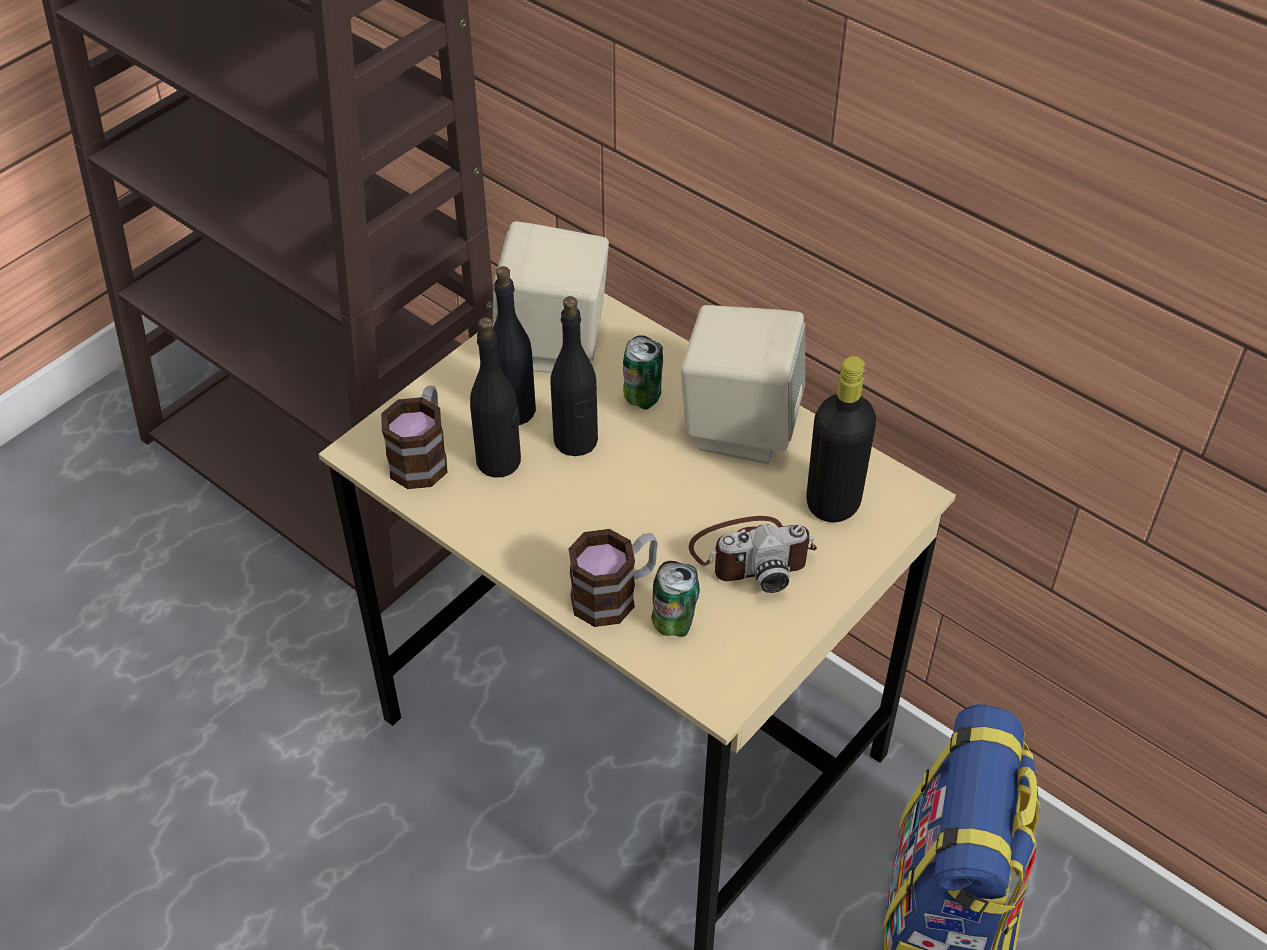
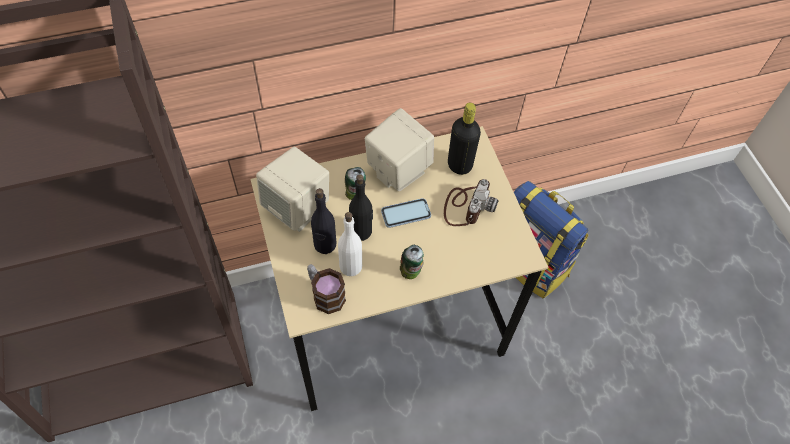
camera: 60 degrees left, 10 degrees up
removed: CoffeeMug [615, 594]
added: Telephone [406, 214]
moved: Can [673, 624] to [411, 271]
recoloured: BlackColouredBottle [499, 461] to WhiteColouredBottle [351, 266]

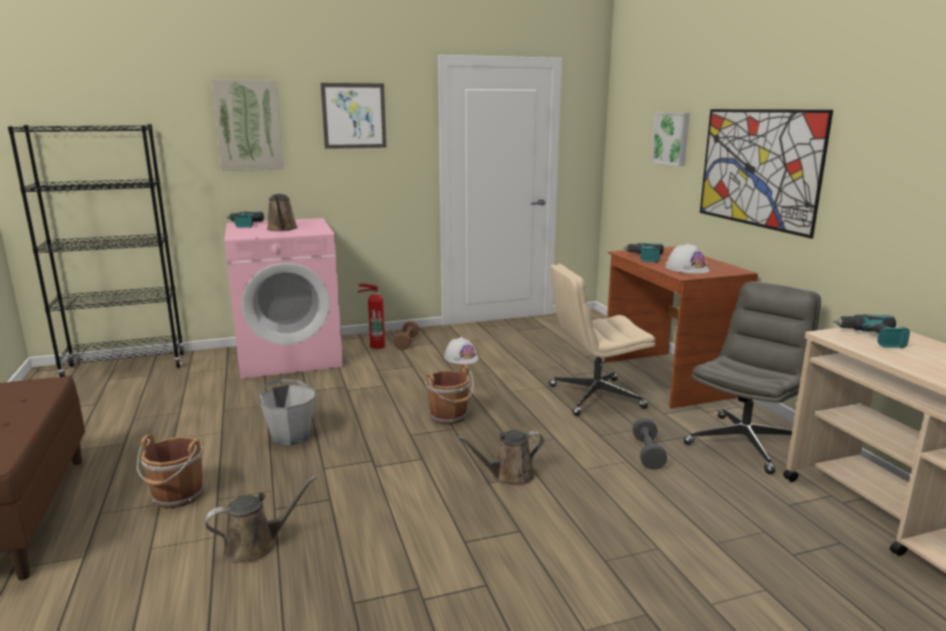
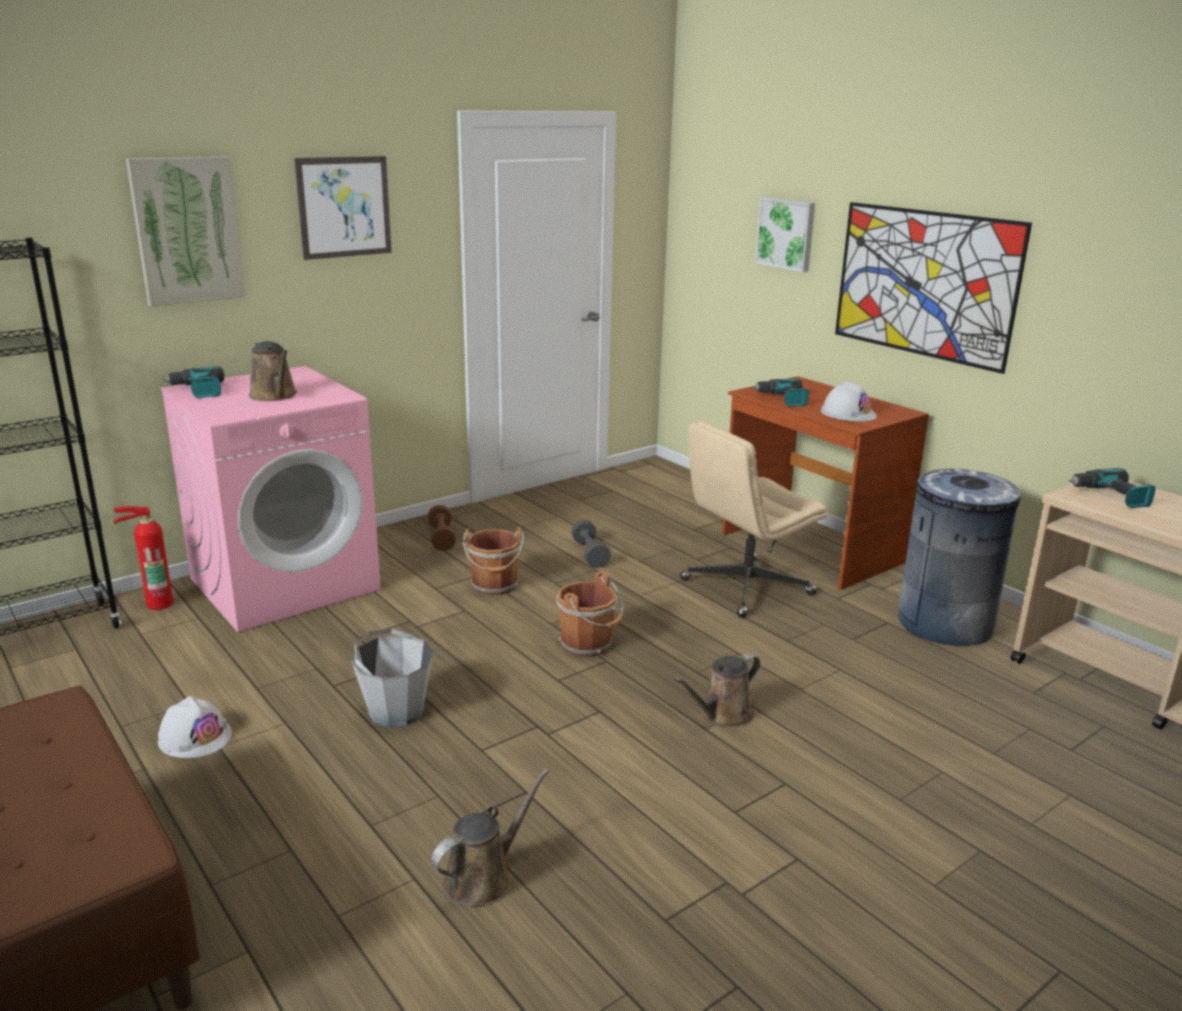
camera: 20 degrees left, 5 degrees up
moved: FireExtinguisher [376, 346] to [157, 603]; WhiteColouredSafetyHelmet [461, 357] to [195, 737]; BrownColouredBucket [177, 496] to [495, 586]; GrayHandWeight [648, 453] to [590, 554]
replaced: GrayOfficeChair [743, 443] to GrayTrashCan [944, 623]

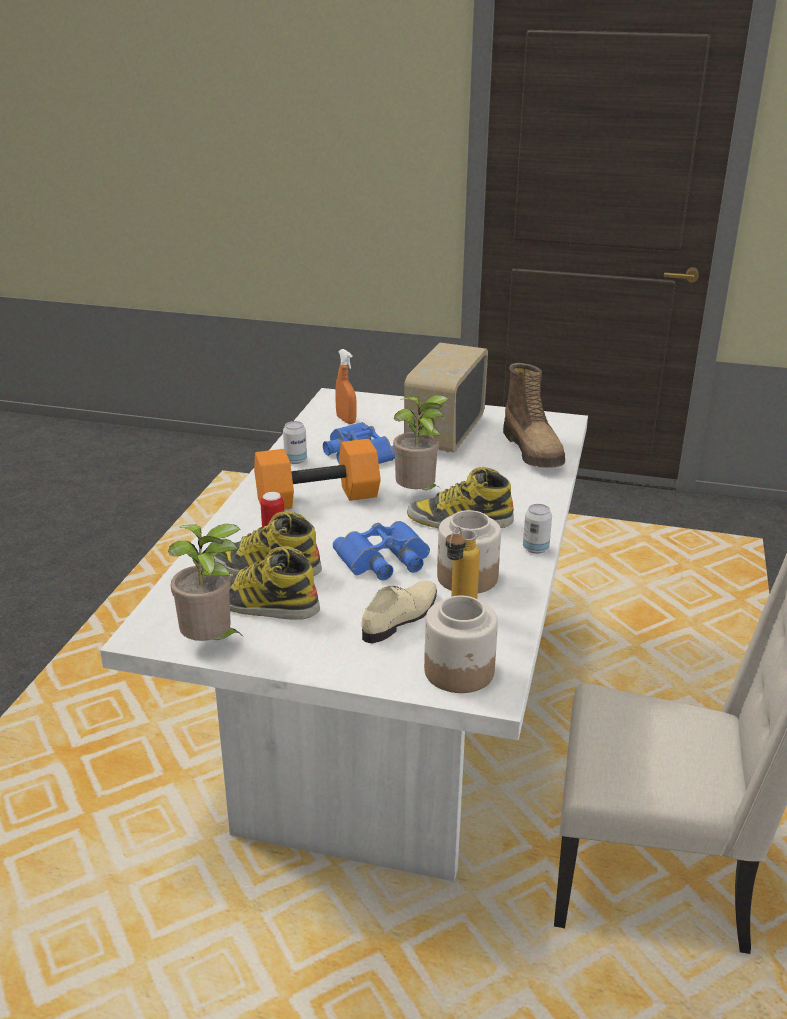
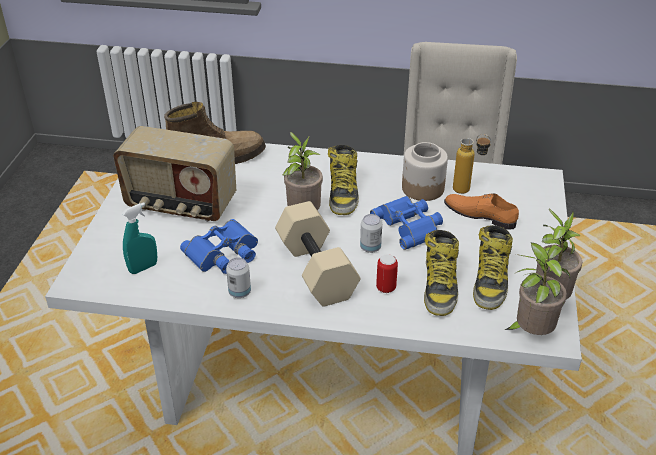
camera: 95 degrees left, 10 degrees up
removed: Jar [460, 672]
added: Houseplant [530, 332]
moved: Can [535, 548] to [370, 248]
recoloured: OrangeColouredSprayer [346, 420] to TurquoiseSprayer [143, 268]; OrangeColouredHandWeight [316, 499] to BeigeColouredHandWeight [318, 270]; BeigeColouredShoe [401, 616] to OrangeColouredShoe [480, 214]

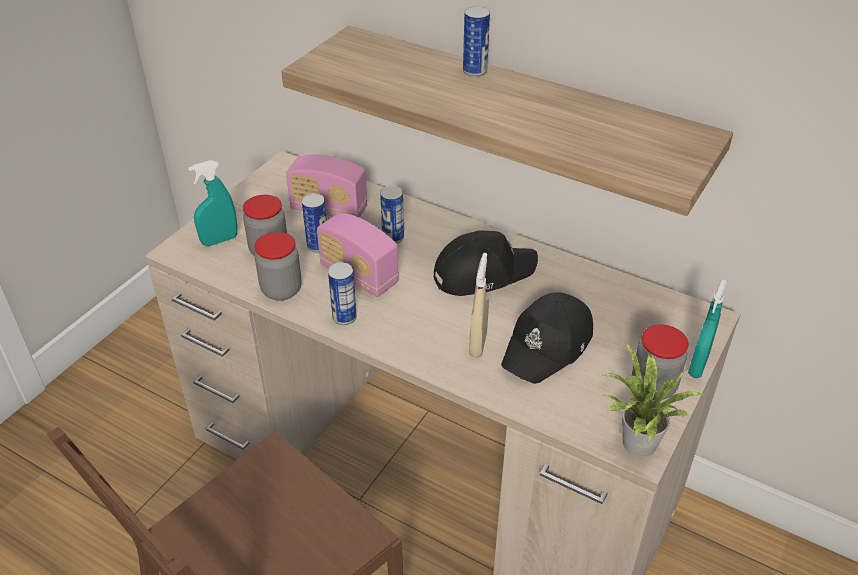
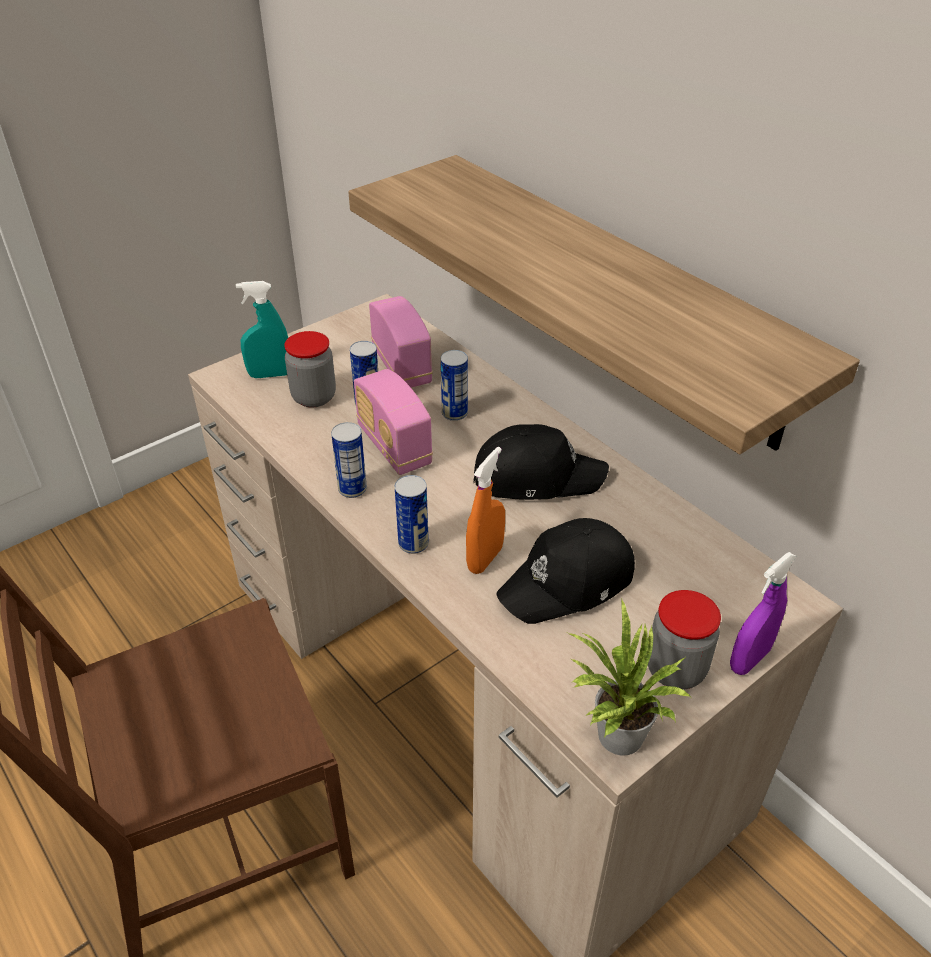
camera: 20 degrees right, 0 degrees up
removed: Jar [281, 290]
moved: Can [475, 71] to [413, 543]
recoloured: BeigeColouredSprayer [478, 344] to OrangeColouredSprayer [485, 559]; TurquoiseSprayer [698, 366] to PurplishSprayer [749, 659]
turned: RadioSet [329, 209] = [402, 366] 150 degrees counterclockwise

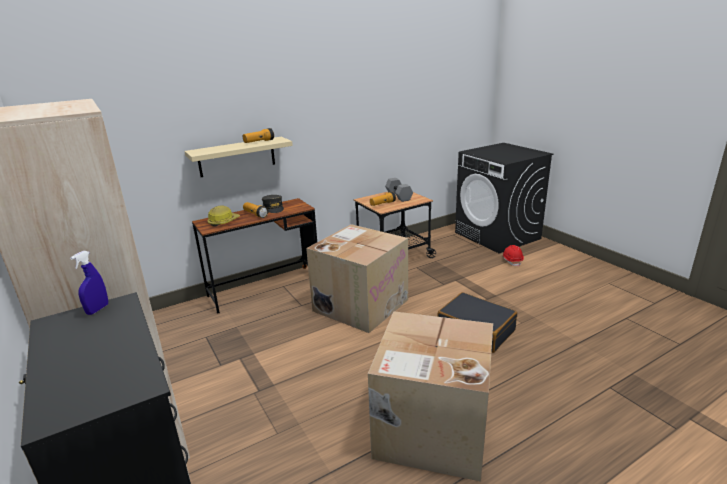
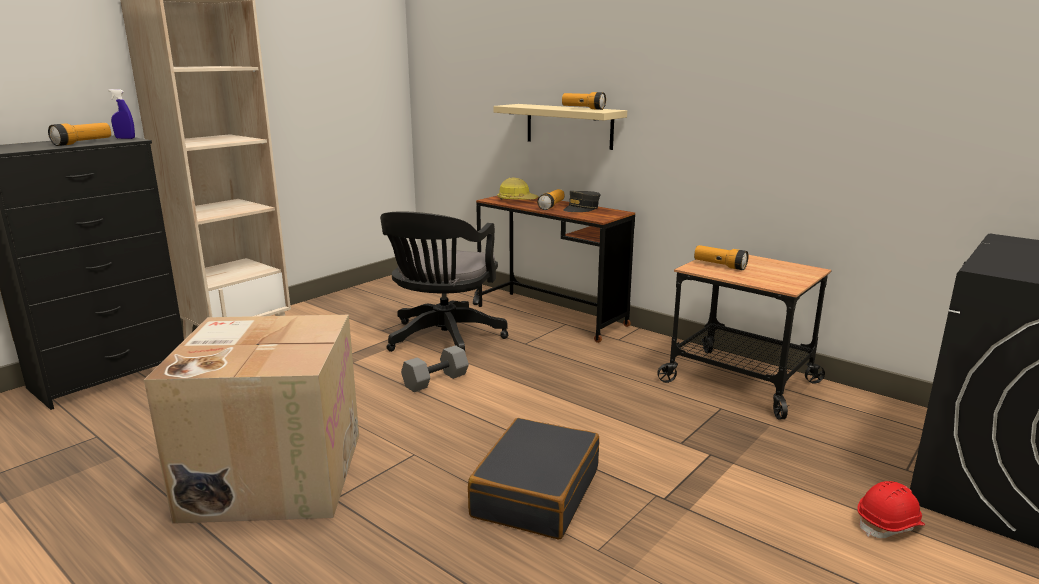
camera: 70 degrees right, 5 degrees down
removed: Carton [360, 304]
added: Torch [83, 143]; BlackColouredOfficeChair [443, 340]
moved: GrayHandWeight [399, 196] to [435, 381]

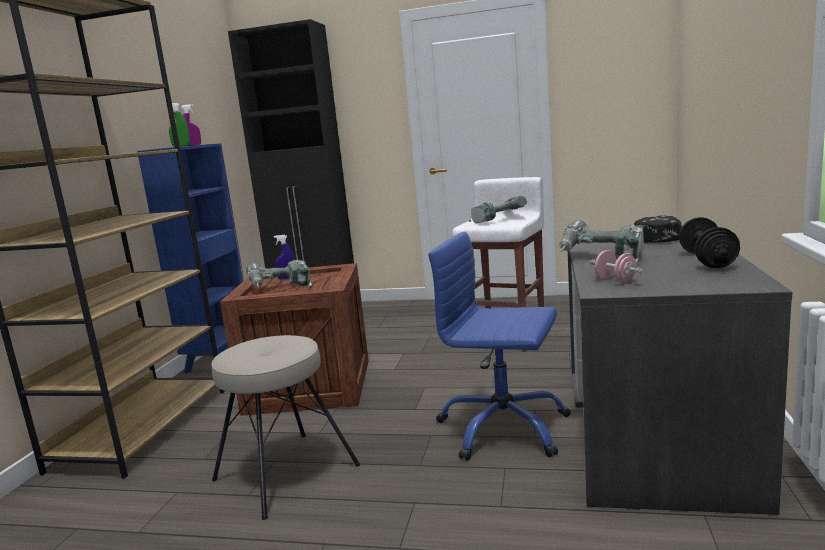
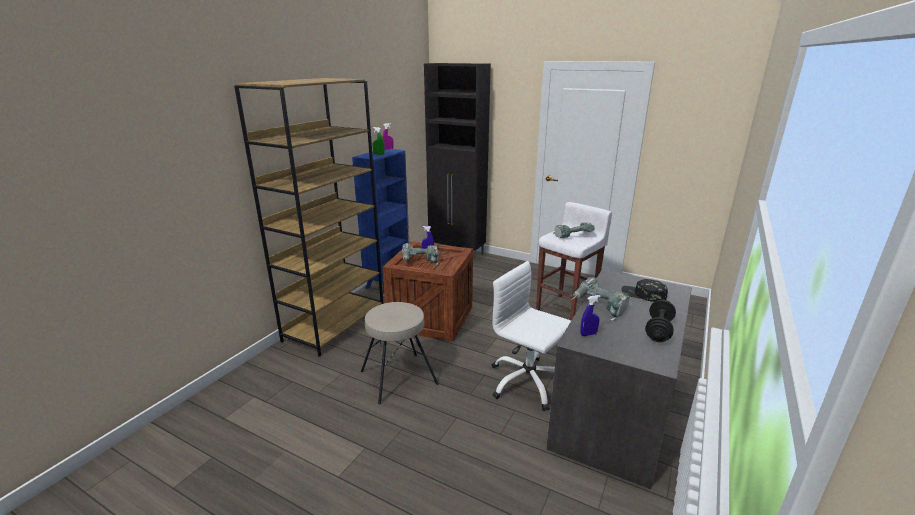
camera: 15 degrees right, 10 degrees up
replaced: PinkishHandWeight [615, 280] to BluishSprayer [588, 334]
recoloured: BluishOfficeChair [503, 428] to WhiteColouredOfficeChair [527, 382]

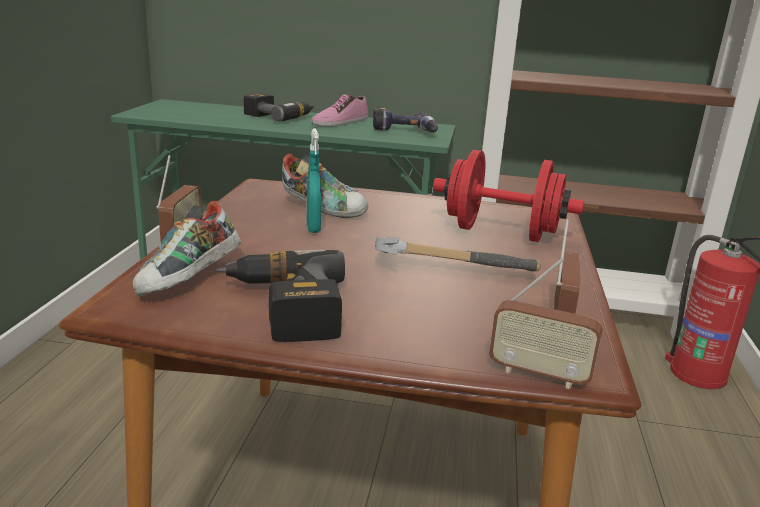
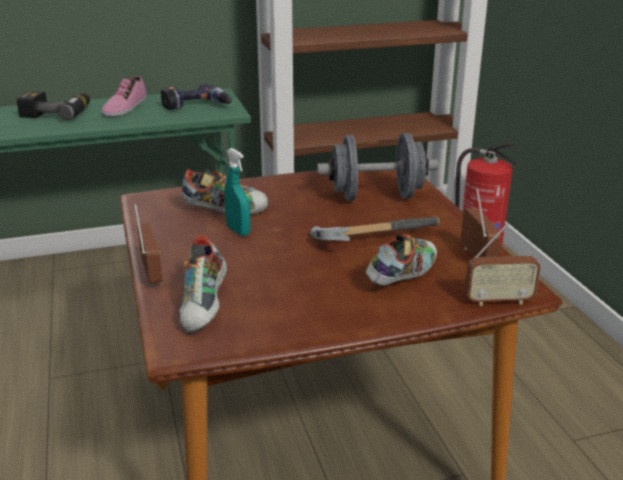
camera: 25 degrees left, 5 degrees up
removed: ElectricDrill [283, 308]
added: Shoe [402, 277]
recoloured: RedHandWeight [501, 233] to GrayHandWeight [376, 196]

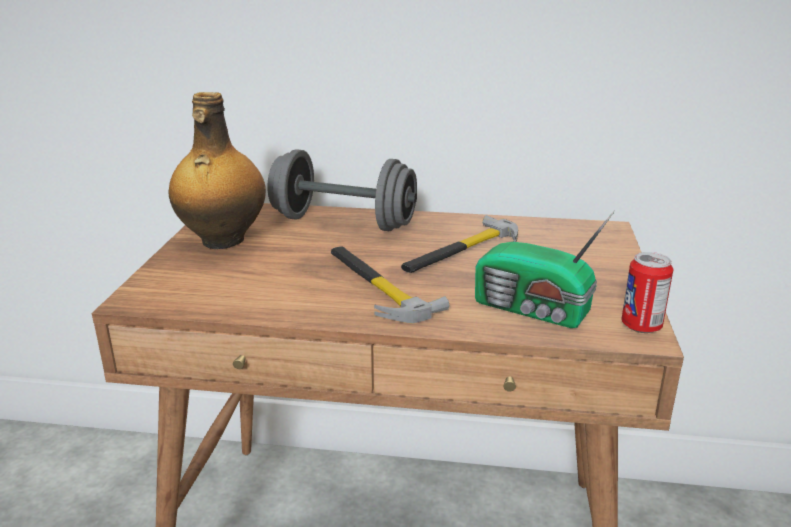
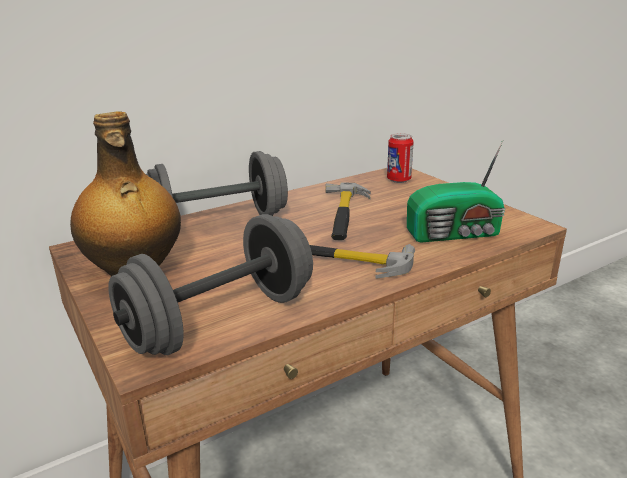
camera: 40 degrees left, 0 degrees up
added: GrayHandWeight [221, 320]
moved: Can [641, 326] to [398, 180]

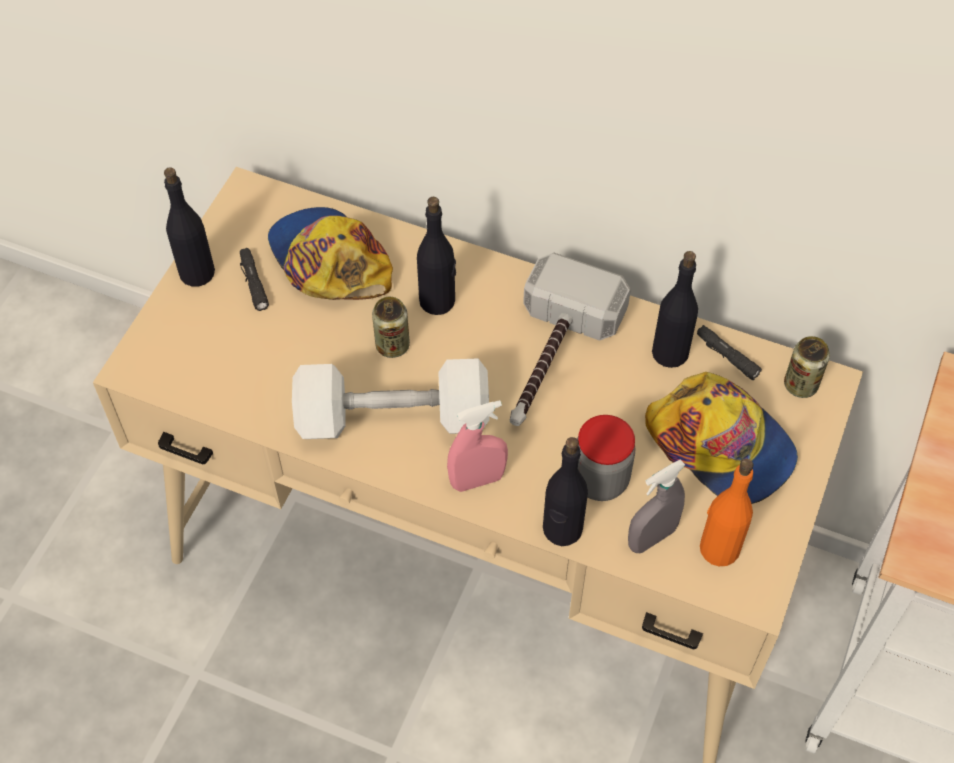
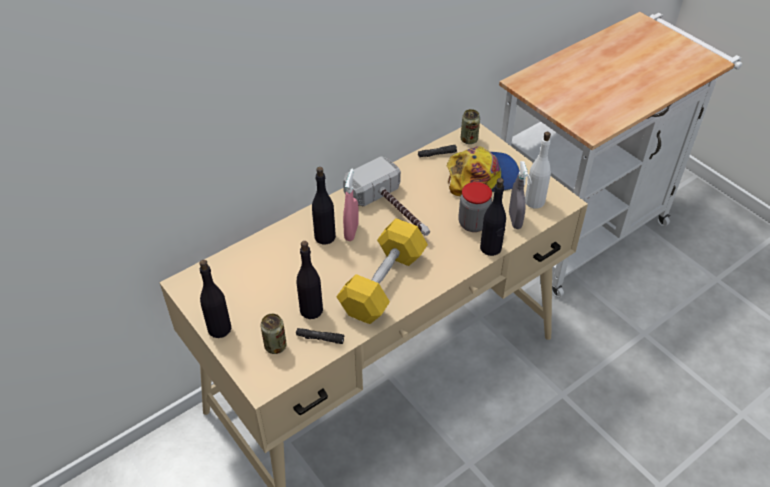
camera: 60 degrees left, 10 degrees down
removed: Cap [329, 261]
moved: Can [392, 345] to [275, 346]; BlackColouredTorch [253, 283] to [320, 338]; BlackColouredBottle [670, 352] to [311, 310]; PinkishSprayer [477, 480] to [351, 232]
recoloured: WhiteColouredHandWeight [393, 418] to YellowHandWeight [383, 283]; OrangeColouredBottle [719, 548] to WhiteColouredBottle [534, 201]

